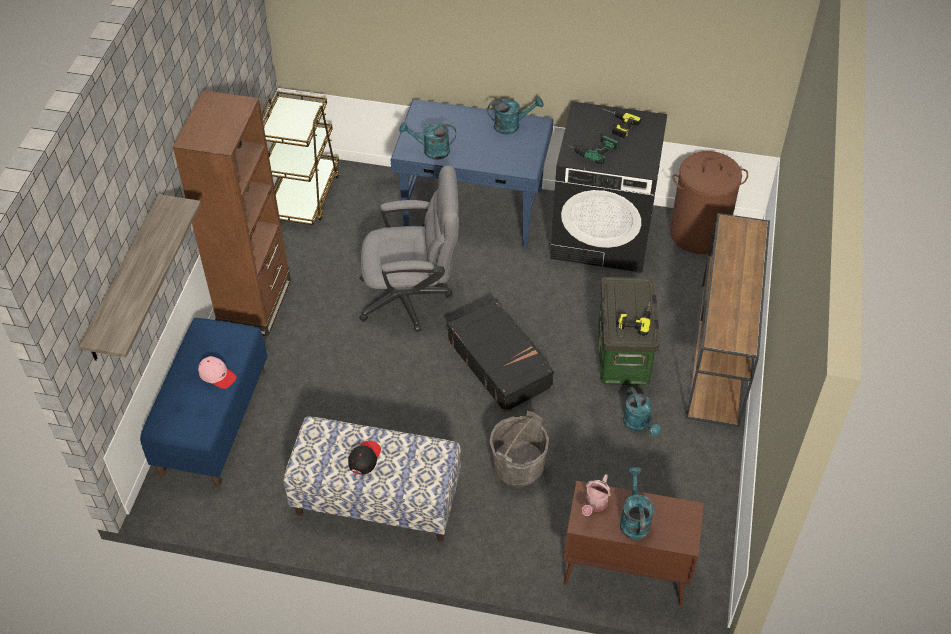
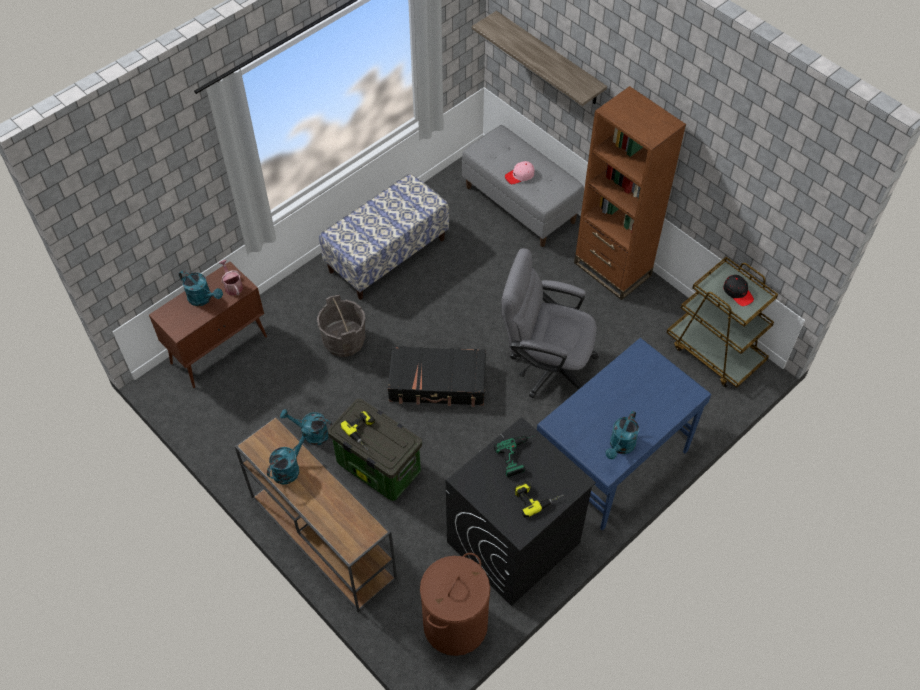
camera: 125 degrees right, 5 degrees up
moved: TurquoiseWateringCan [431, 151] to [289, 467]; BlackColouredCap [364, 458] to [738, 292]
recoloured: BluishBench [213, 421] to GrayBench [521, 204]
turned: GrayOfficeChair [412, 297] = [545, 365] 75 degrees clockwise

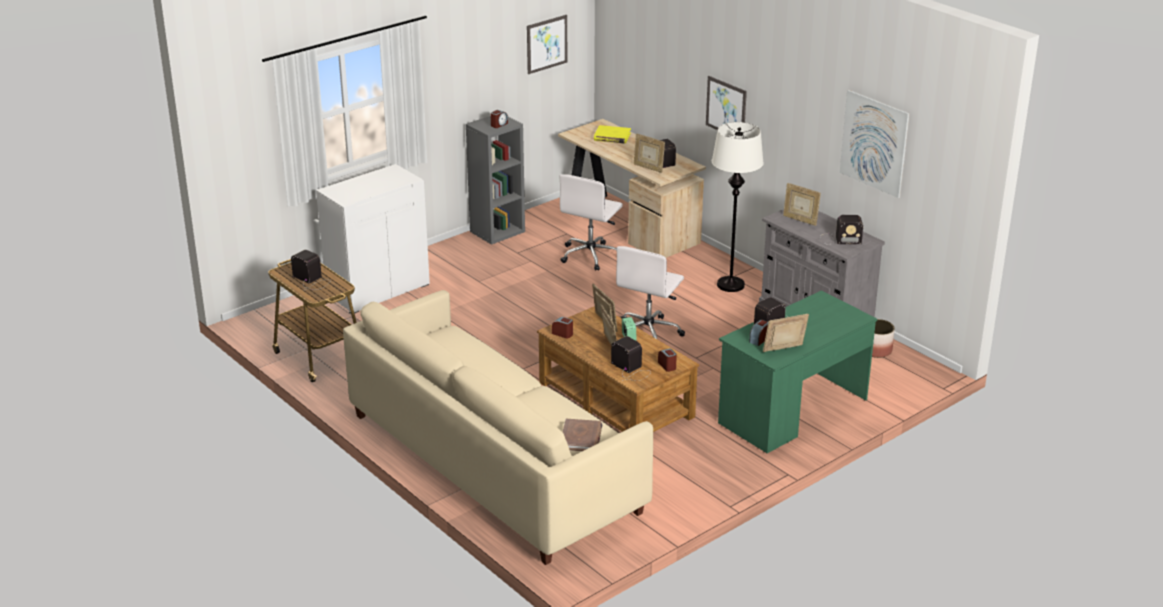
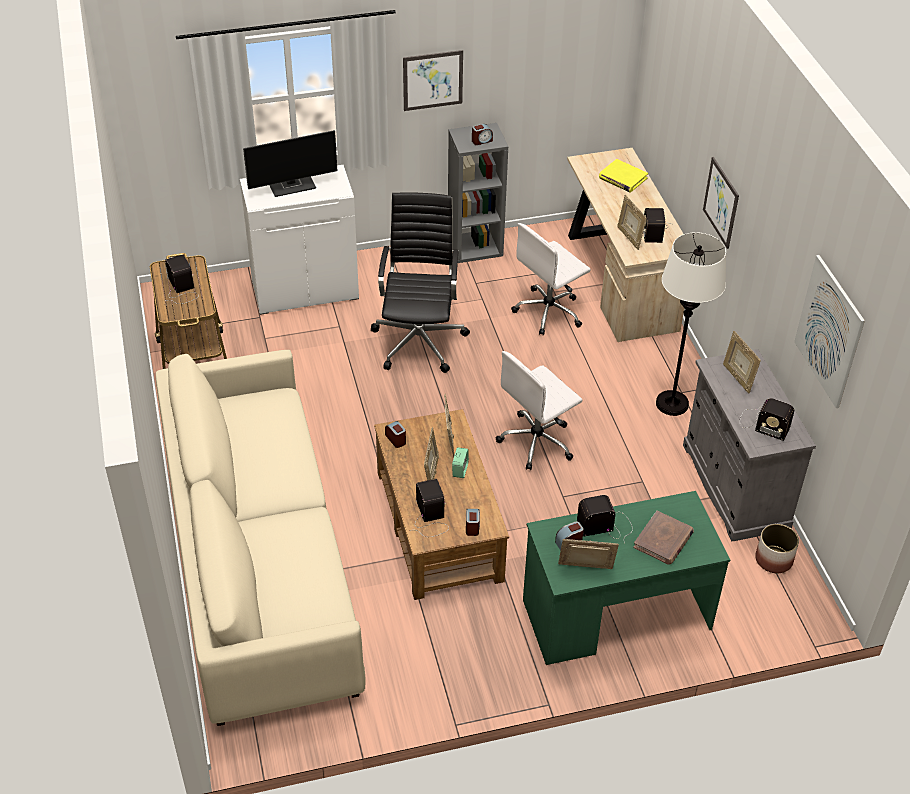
camera: 25 degrees right, 15 degrees up
added: ComputerDisplay [292, 185]; BlackColouredOfficeChair [419, 339]
moved: Picture [547, 44] to [433, 80]; BrownColouredVolume [581, 438] to [663, 540]

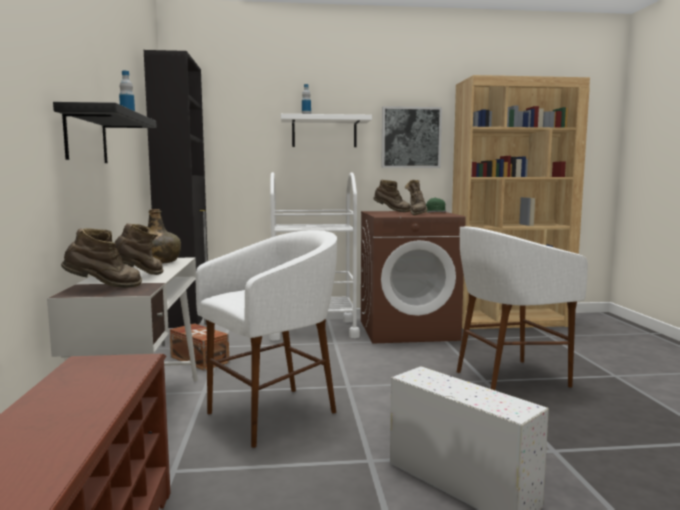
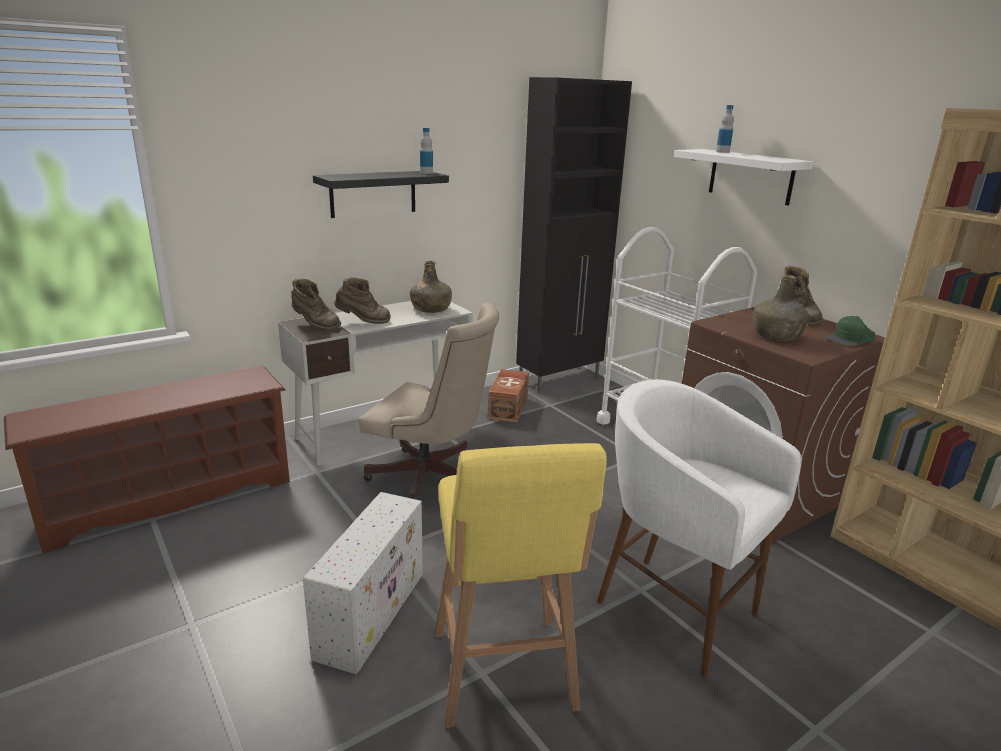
camera: 60 degrees right, 15 degrees up
removed: Picture [411, 137]
added: YellowStool [503, 674]
replaced: WhiteColouredStool [274, 414] to BeigeColouredOfficeChair [431, 480]; BrownColouredTallBoot [417, 214] to GreenBottle [777, 336]

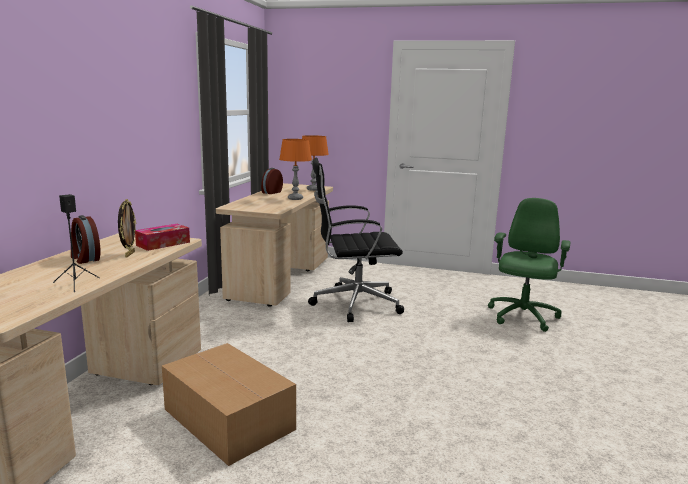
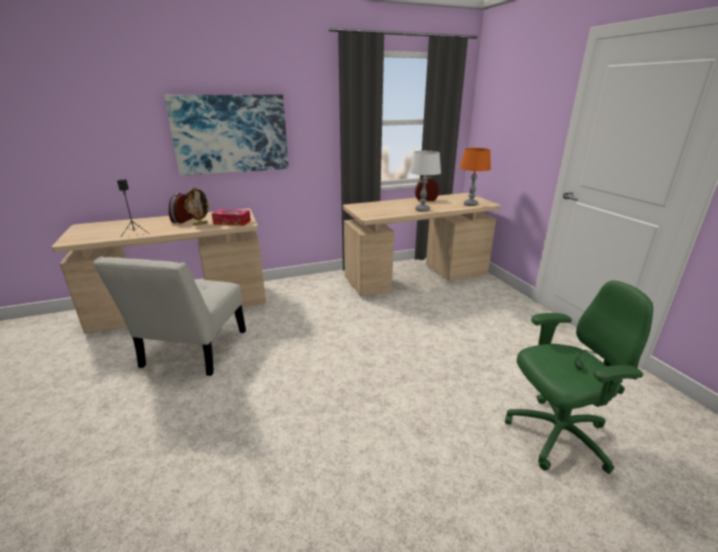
camera: 55 degrees right, 10 degrees up
removed: BlackColouredOfficeChair [353, 303]
added: Picture [231, 134]
replaced: Carton [229, 420] to WhiteColouredChair [192, 352]
recoloured: OrangeColouredTabletopLamp [295, 198] to WhiteColouredTabletopLamp [422, 209]

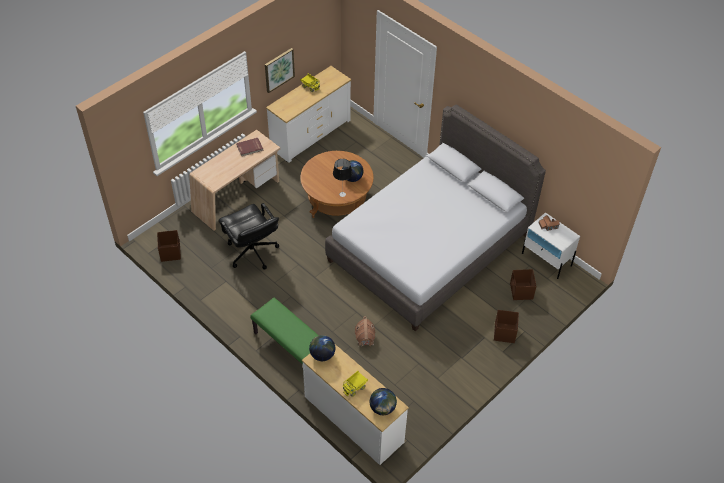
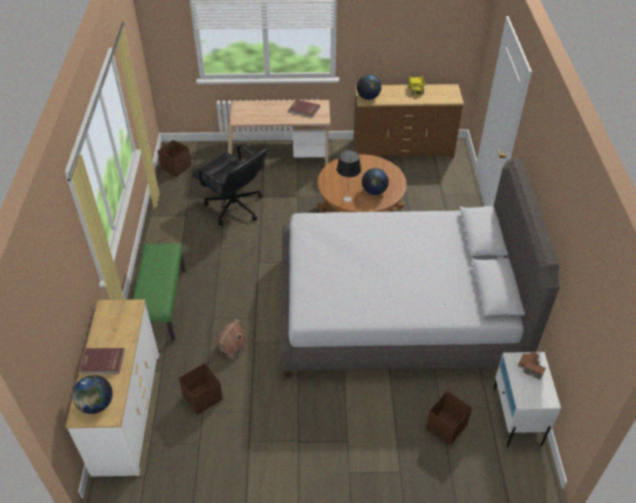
camera: 45 degrees right, 5 degrees down
removed: Picture [279, 70]
moved: BrownColouredStorageBin [504, 333] to [202, 398]; Globe [322, 355] to [368, 97]
replaced: ToyLorry [355, 387] to RedVolume [102, 362]
recoloured: WhiteColouredChestOfDrawers [310, 134] to BrownColouredChestOfDrawers [402, 149]
turned: BlackColouredOfficeChair [252, 252] = [234, 208] 60 degrees counterclockwise

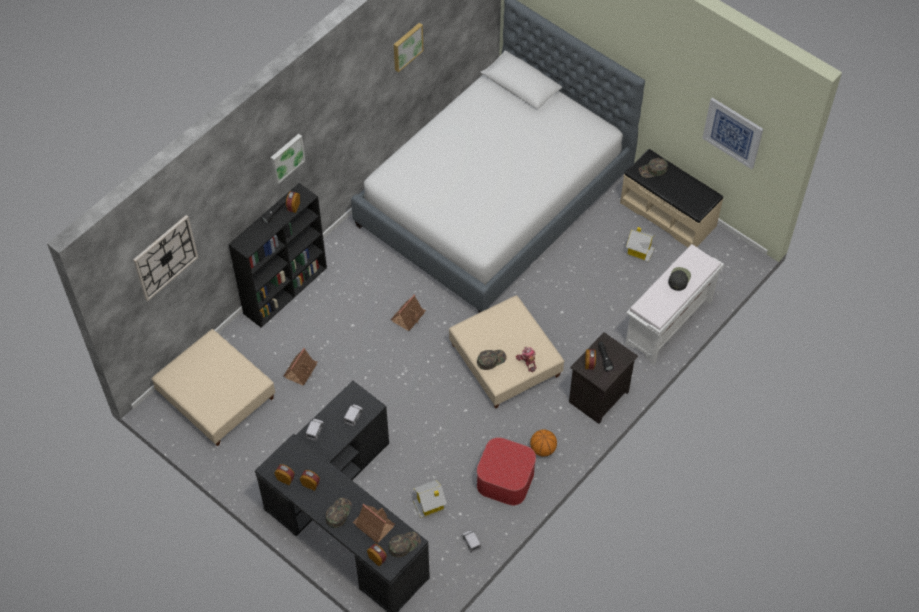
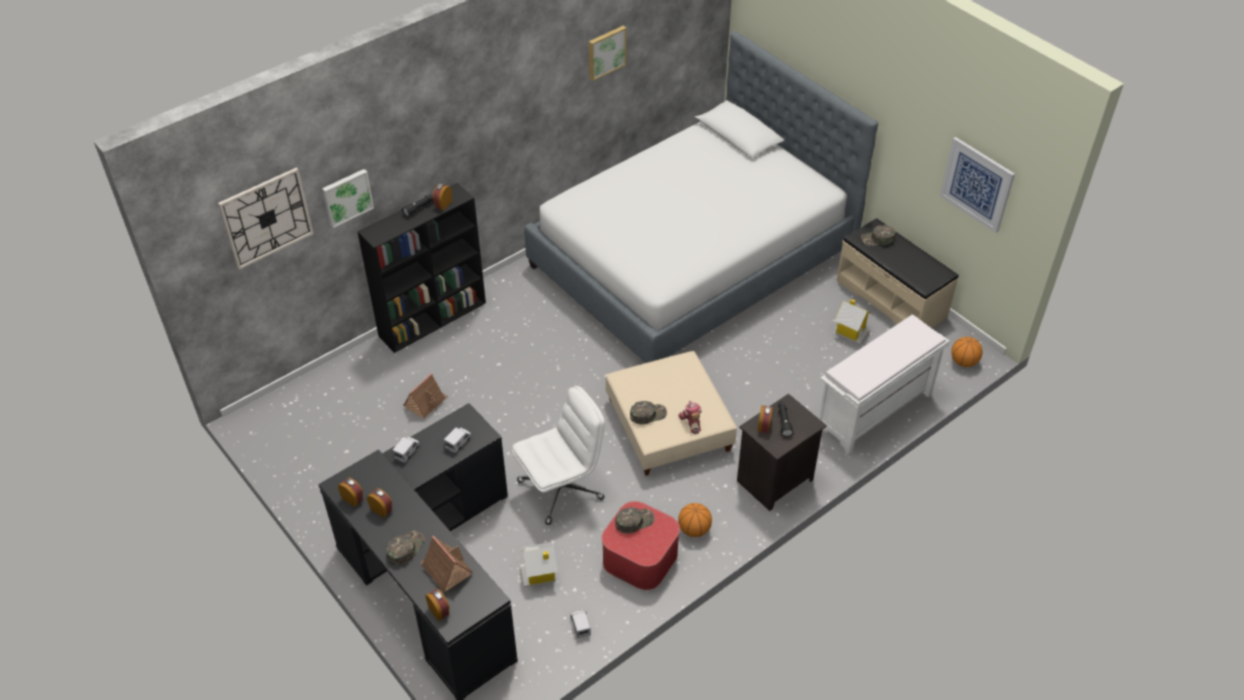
camera: 10 degrees right, 10 degrees down
removed: BeigeColouredFootrest [216, 395]; ToyHouse [408, 316]; BlackColouredCap [679, 279]
added: WhiteColouredOfficeChair [561, 489]; BallForBasketball [963, 362]
moved: Picture [286, 157] to [347, 197]; GreenCap [404, 544] to [634, 521]

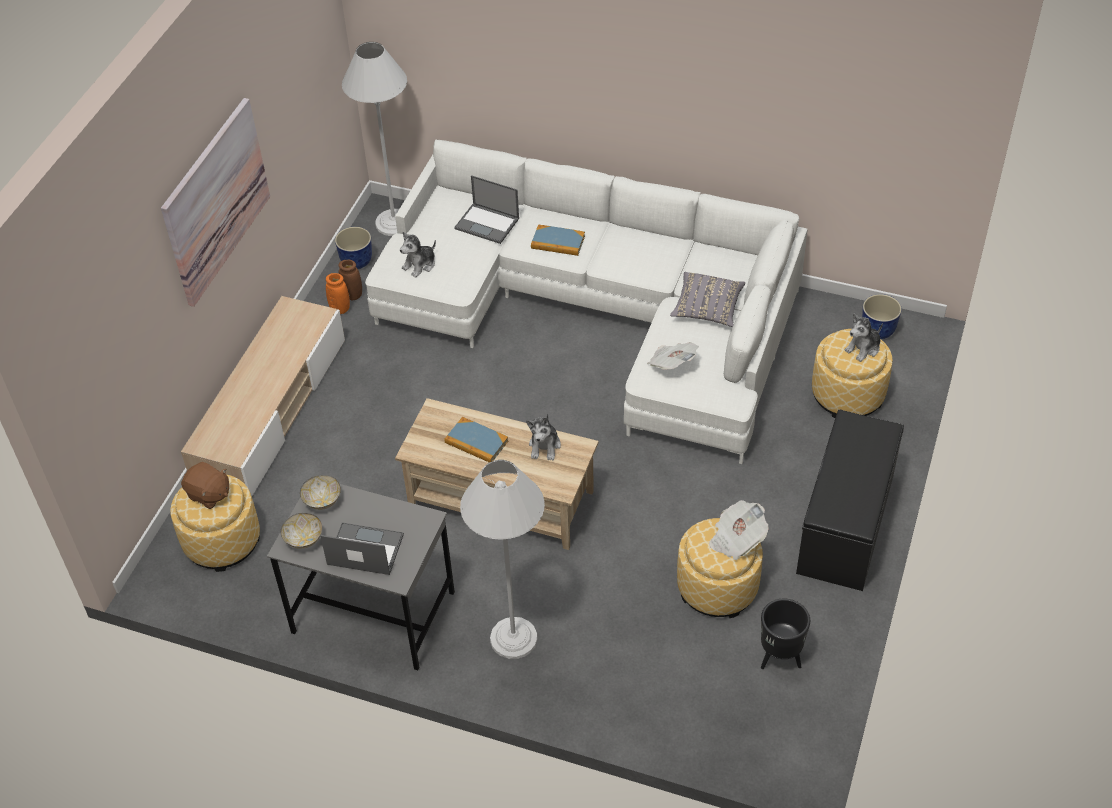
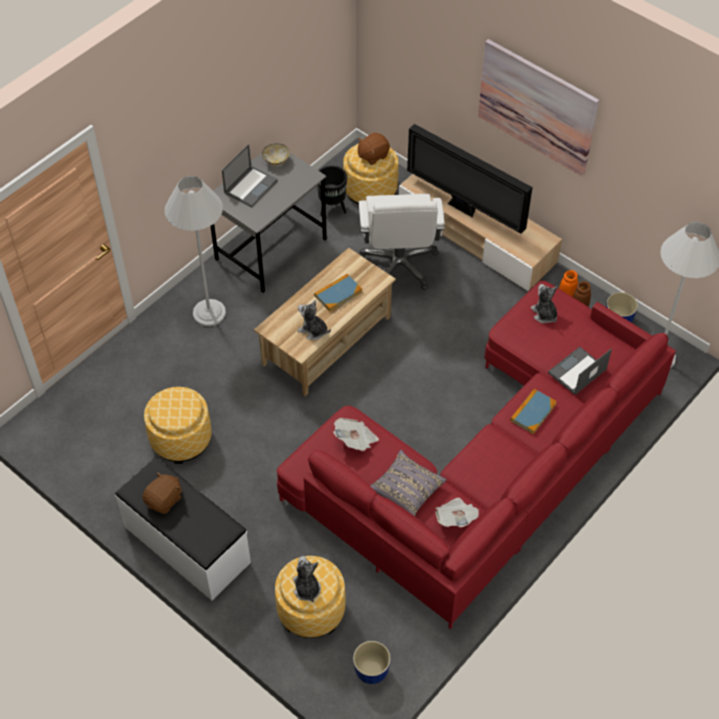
camera: 110 degrees right, 5 degrees up
removed: Bowl [322, 501]
added: BrownColouredPlushToy [164, 500]; WhiteColouredOfficeChair [399, 265]; Television [464, 209]
moved: BlackColouredPlanter [780, 659] to [331, 209]; Newspaper [736, 539] to [456, 518]
recoloured: BlackColouredBench [847, 524] to WhiteColouredBench [186, 545]; WhiteColouredSofa [600, 313] to RedSofa [487, 465]

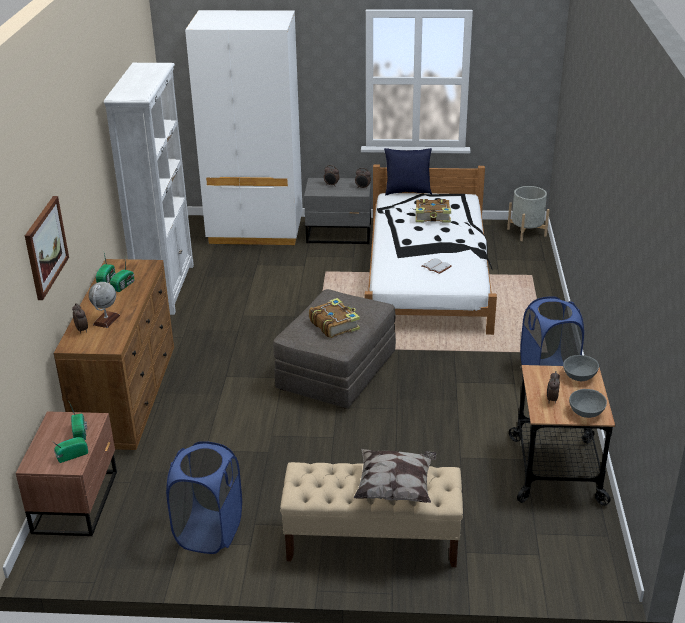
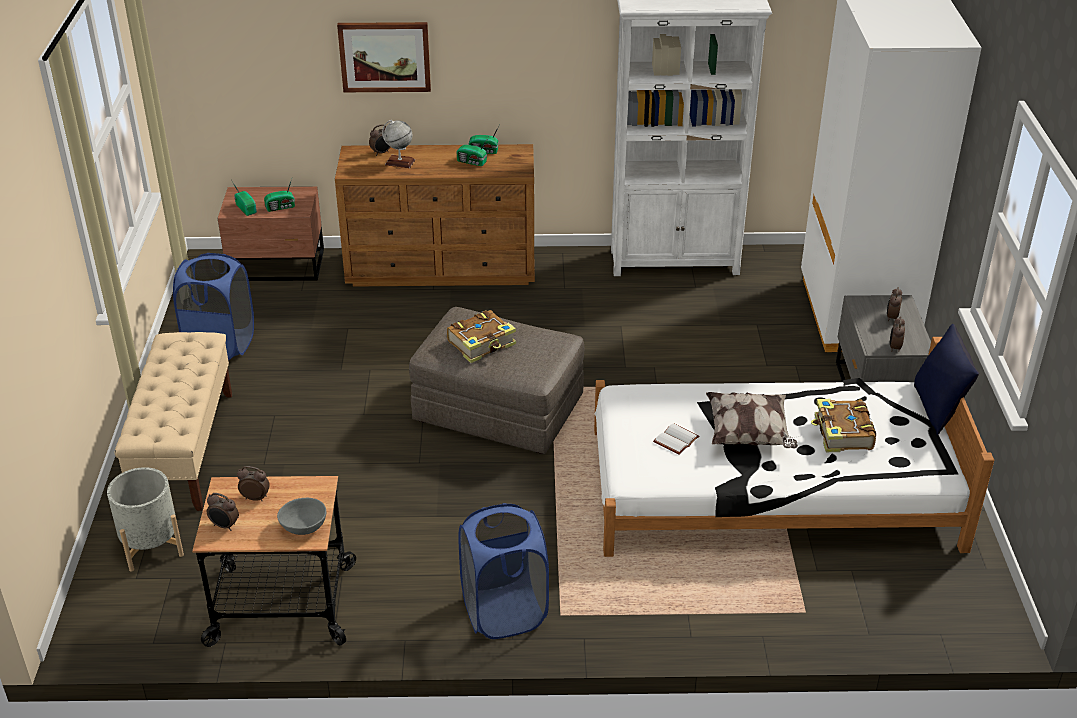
camera: 85 degrees right, 5 degrees up
moved: GrayPlanter [526, 232] to [151, 546]; Cushion [396, 488] to [748, 435]
replaced: GrayBowl [586, 412] to AlarmClock [224, 526]

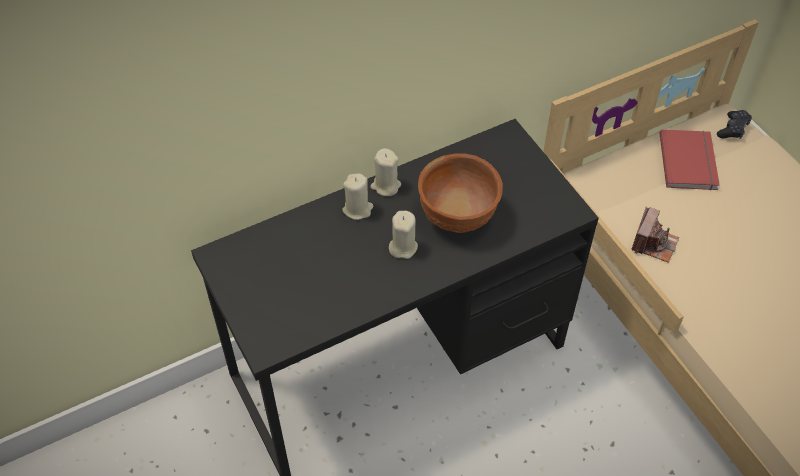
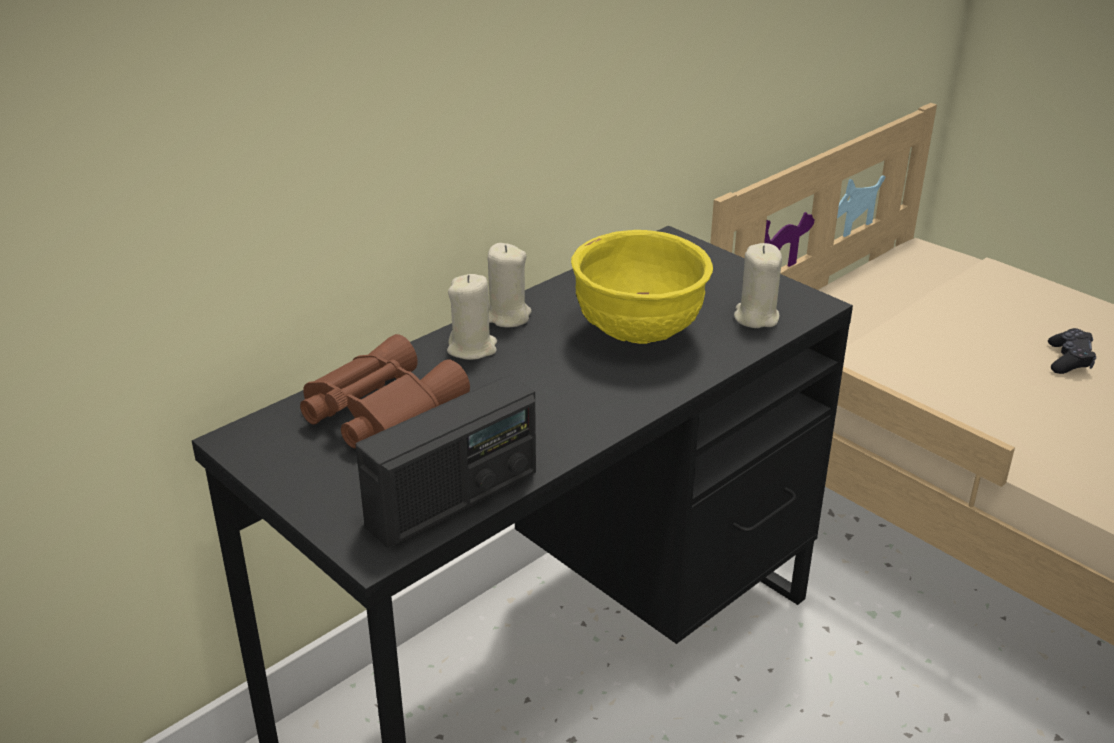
camera: 15 degrees left, 20 degrees down
removed: PhotoCamera [653, 243]; RedVolume [690, 161]
added: BrownColouredFieldGlasses [378, 410]; RadioSet [453, 499]
moved: BeigeColouredCandle [403, 247] to [756, 317]; BlackColouredJoypad [733, 129] to [1069, 360]
recoloured: BrownColouredBowl [457, 217] to YellowBowl [639, 334]

